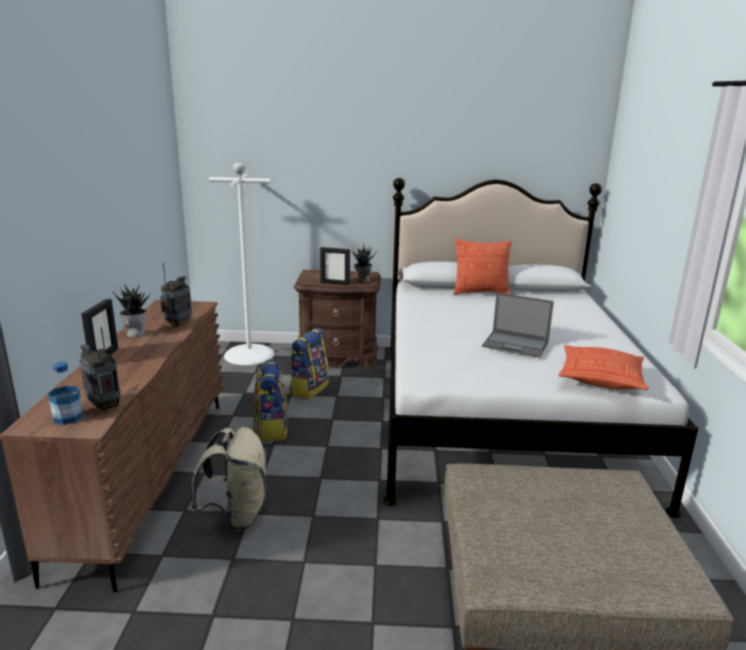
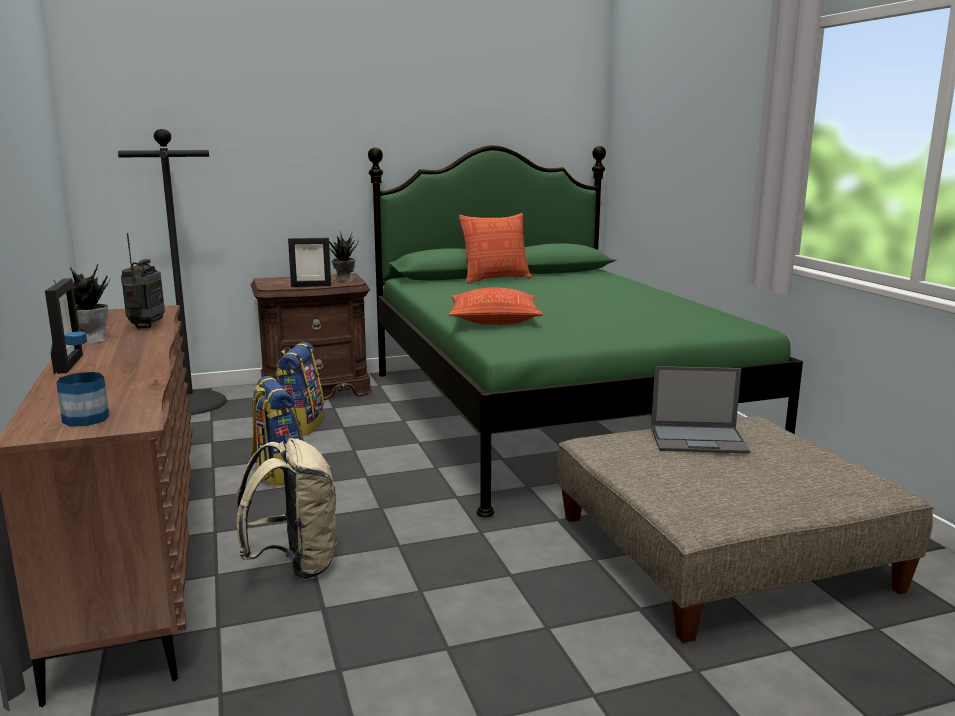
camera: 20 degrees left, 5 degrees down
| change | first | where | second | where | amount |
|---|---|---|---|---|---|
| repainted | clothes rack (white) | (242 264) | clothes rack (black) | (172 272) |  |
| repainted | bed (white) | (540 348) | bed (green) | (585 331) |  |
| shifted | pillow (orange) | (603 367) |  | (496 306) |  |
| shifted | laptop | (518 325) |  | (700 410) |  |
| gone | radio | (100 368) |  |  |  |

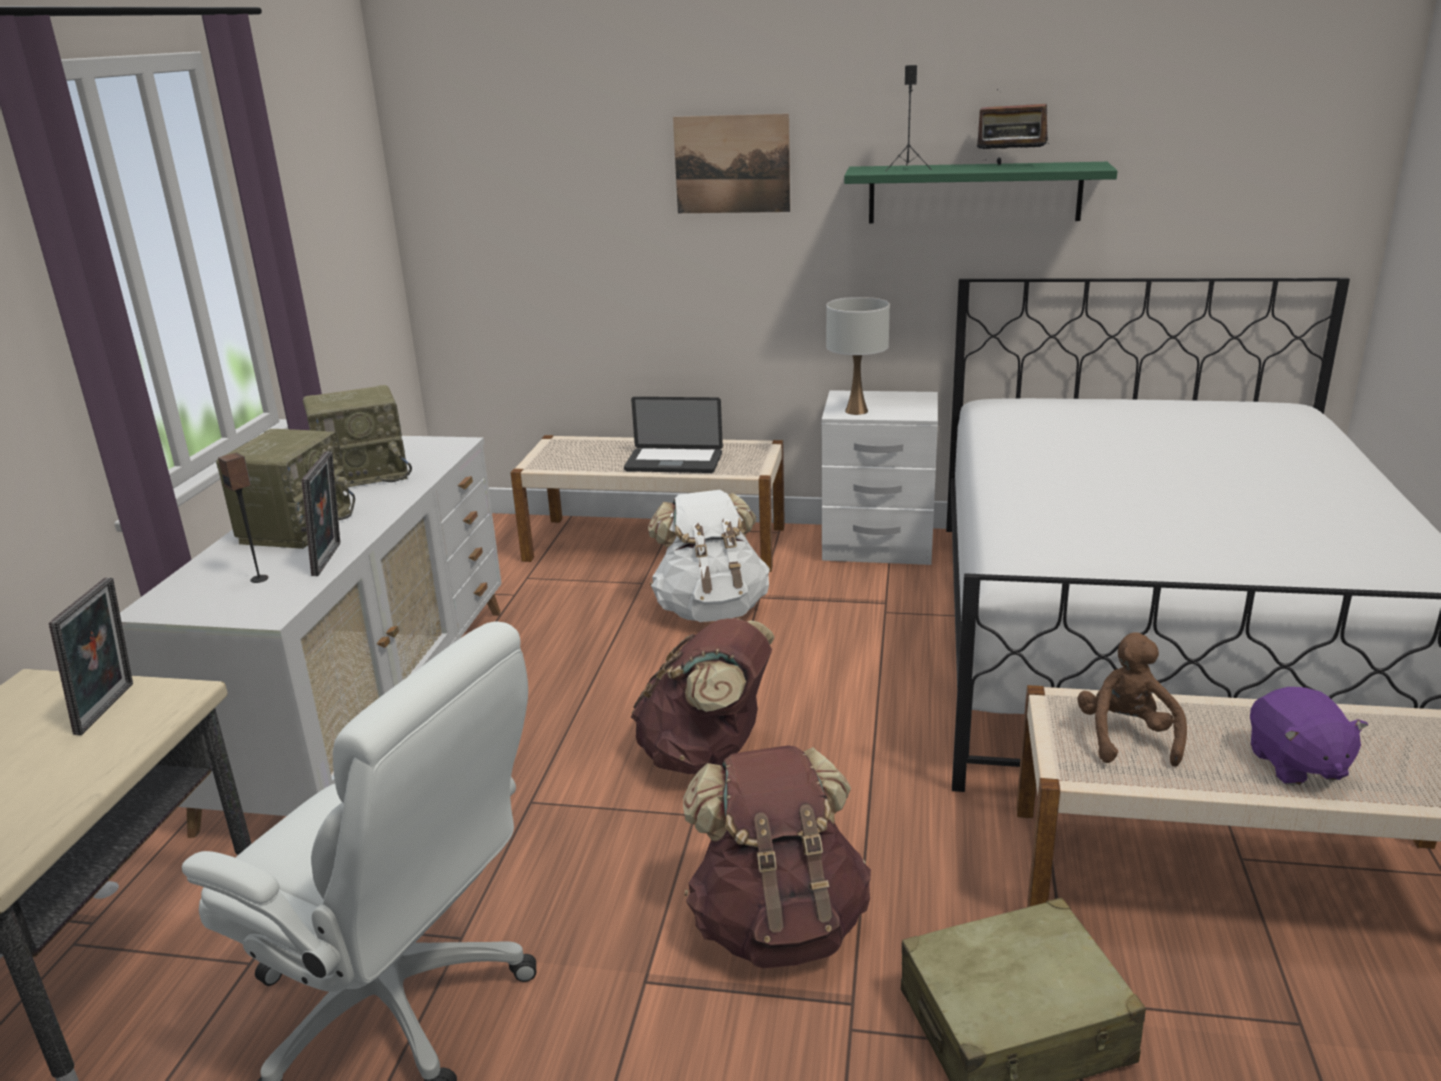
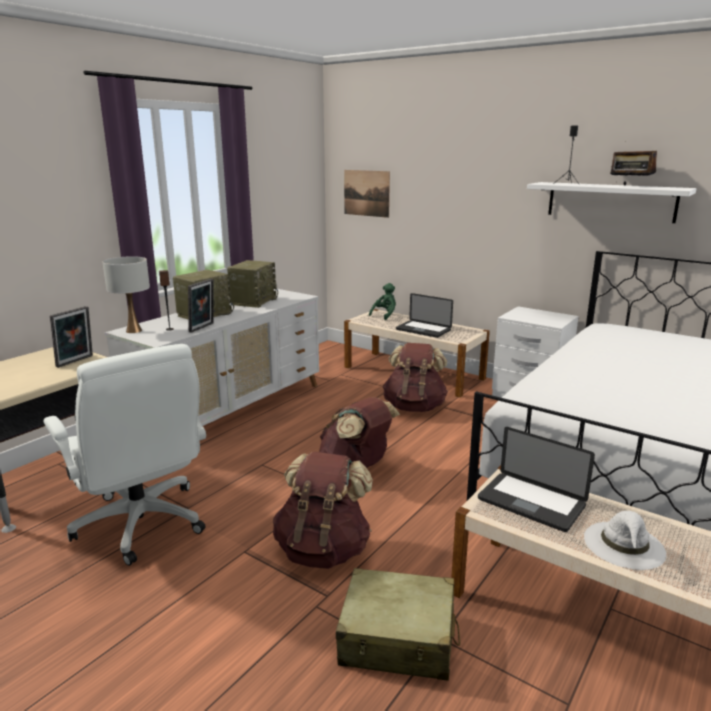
camera: 25 degrees right, 5 degrees down
| change | first | where | second | where | amount |
|---|---|---|---|---|---|
| shifted | table lamp (white) | (858 356) |  | (126 294) |  |
| rotated | radio | (357 436) |  | (252 284) | 75 degrees counterclockwise |
| shifted | picture | (731 163) |  | (367 194) |  |
| new |  |  | plush toy (green) | (382 301) |  |
| repainted | backpack (white) | (709 556) | backpack (brown) | (415 377) |  |
| swapped | plush toy (brown) | (1132 699) | laptop | (536 479) |  |
| repainted | shelf (green) | (980 192) | shelf (white) | (612 202) |  |
| swapped | plush toy (purple) | (1309 736) | hat (white) | (625 540) |  |

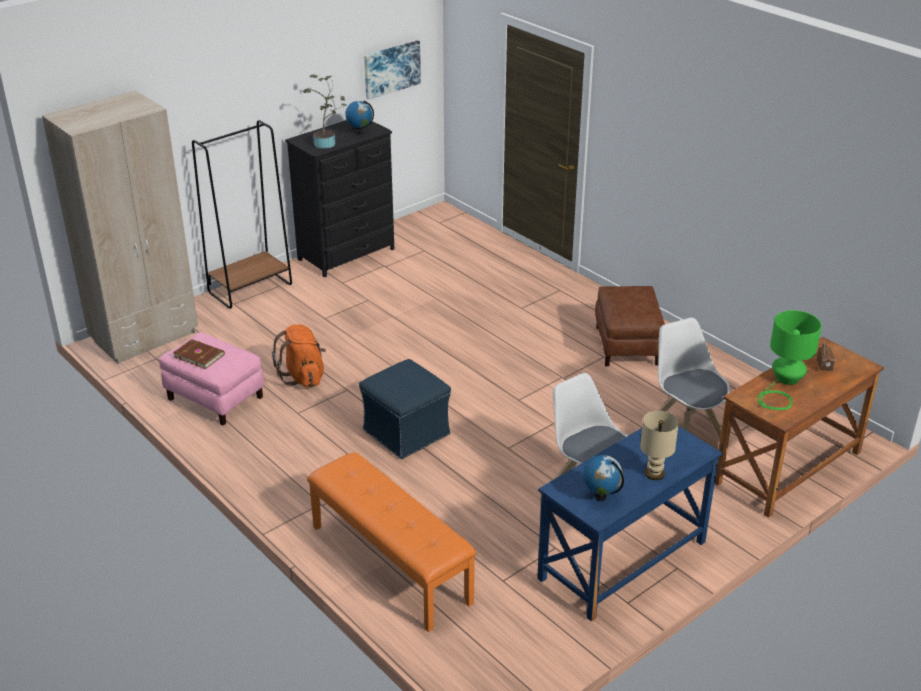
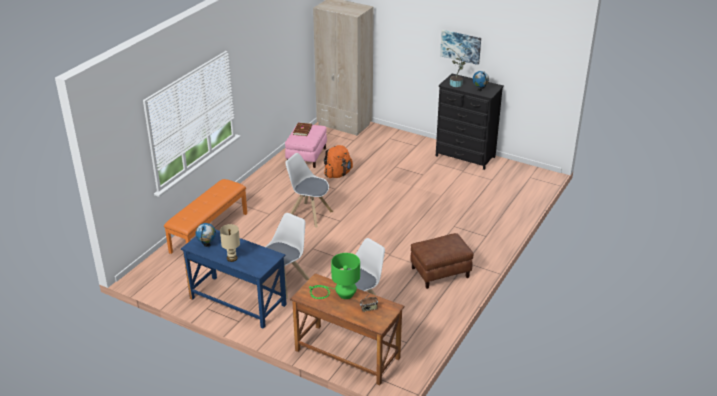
camera: 70 degrees right, 0 degrees up
| change | first | where | second | where | amount |
|---|---|---|---|---|---|
| swapped | ottoman (blue) | (405 409) | chair | (309 190) |  |
| shifted | picture | (392 70) |  | (460 47) |  |
| gone | clothes rack | (242 214) |  |  |  |

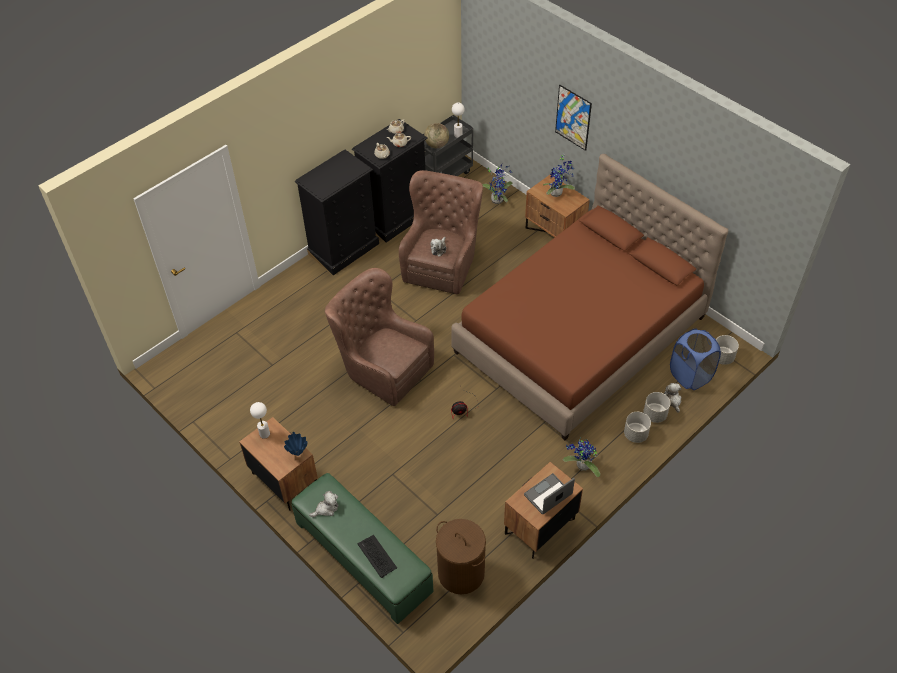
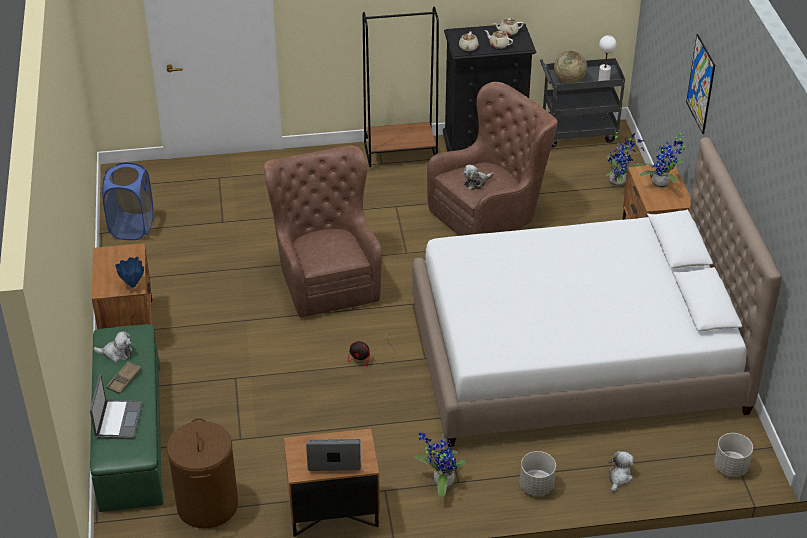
camera: 35 degrees right, 10 degrees down
| change | first | where | second | where | amount |
|---|---|---|---|---|---|
| swapped | keyboard | (377 556) | laptop | (116 407) |  |
| shifted | laundry basket (blue) | (695 359) |  | (127 201) |  |
| new |  |  | tray (brown) | (124 377) |  |
| swapped | dresser (black) | (337 212) | clothes rack | (401 87) |  |
| repainted | bed (brown) | (589 297) | bed (white) | (597 292) |  |
| gone | table lamp (white) | (260 420) |  |  |  |
| gone | planter (grey) | (656 407) |  |  |  |

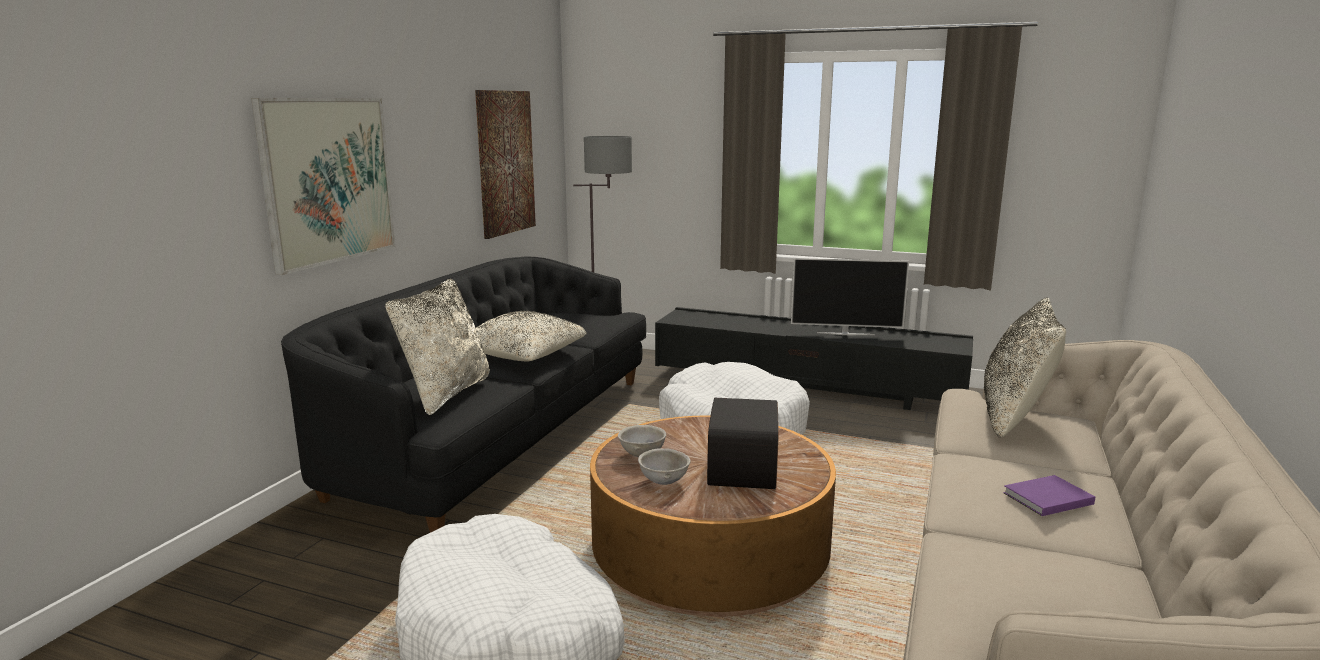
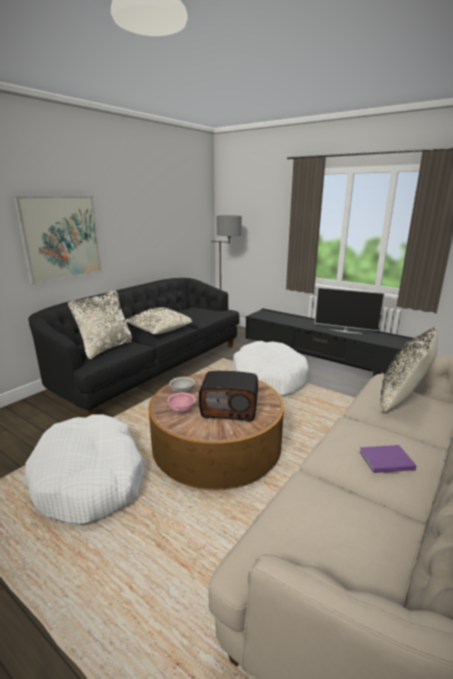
camera: 15 degrees right, 5 degrees up
| change | first | where | second | where | amount |
|---|---|---|---|---|---|
| repainted | bowl (grey) | (664 466) | bowl (pink) | (181 402) |  |
| rotated | radio | (743 443) |  | (228 396) | 105 degrees counterclockwise |
| gone | picture | (505 164) |  |  |  |

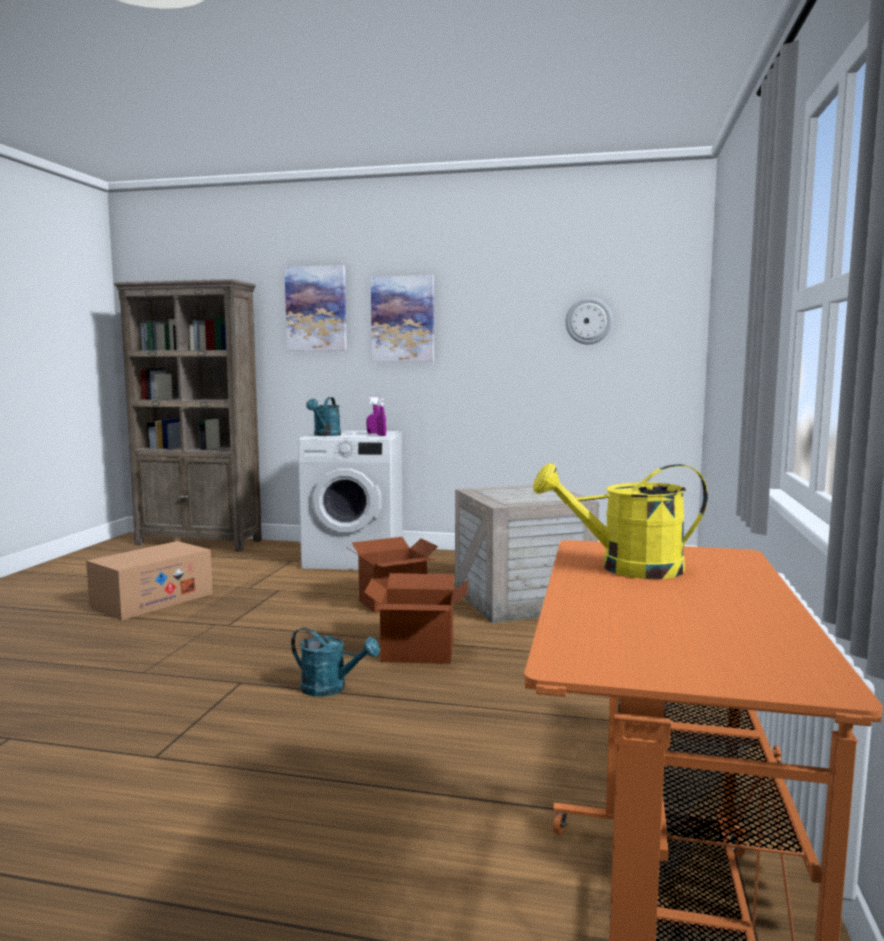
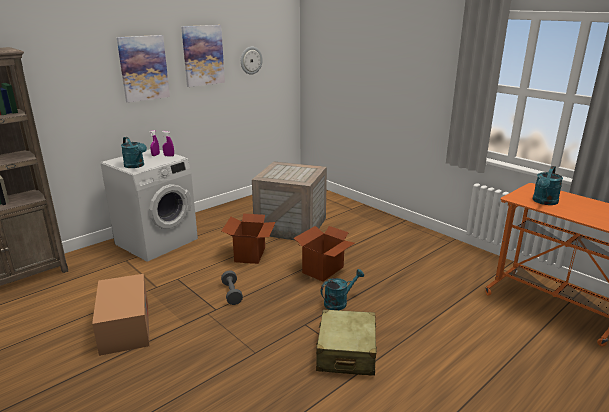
camera: 55 degrees left, 15 degrees up
| change | first | where | second | where | amount |
|---|---|---|---|---|---|
| shifted | picture | (316 307) |  | (203 56) |  |
| new |  |  | dumbbell (grey) | (232 288) |  |
| new |  |  | suitcase (beige) | (346 342) |  |
| repainted | watering can (yellow) | (620 521) | watering can (turquoise) | (548 185) |  |

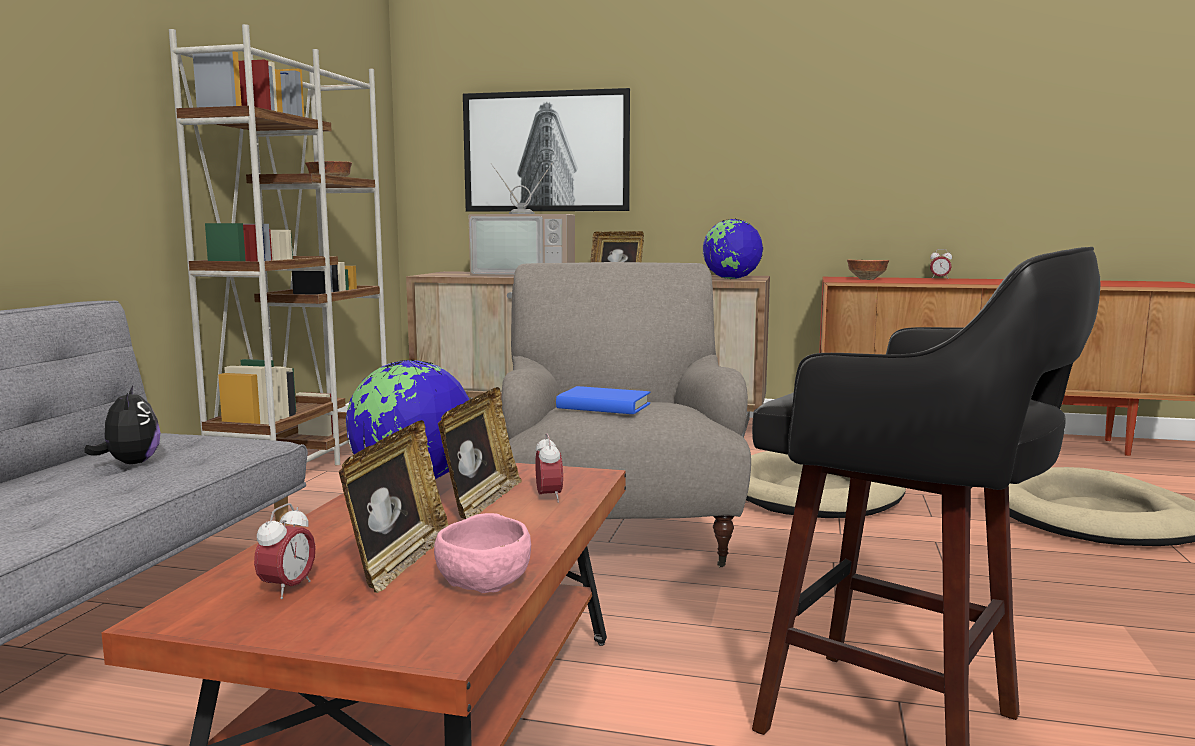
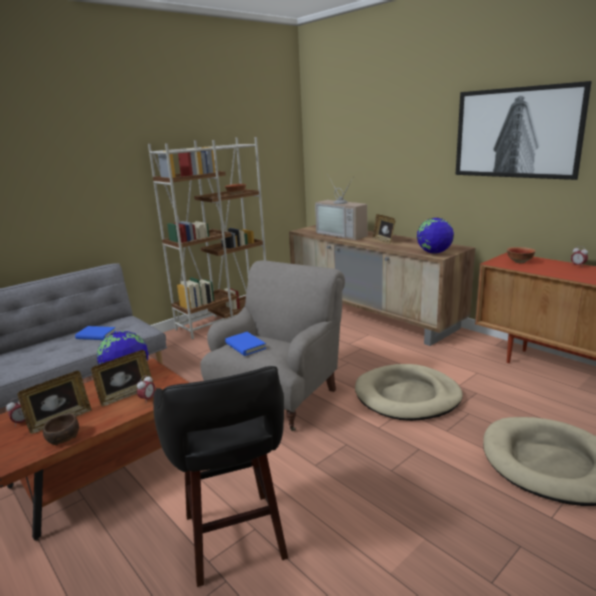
camera: 35 degrees right, 10 degrees up
| change | first | where | second | where | amount |
|---|---|---|---|---|---|
| repainted | bowl (pink) | (482 553) | bowl (brown) | (61 429) |  |
| swapped | plush toy | (122 425) | book (blue) | (95 333) |  |
| shifted | picture | (546 149) |  | (524 130) |  |

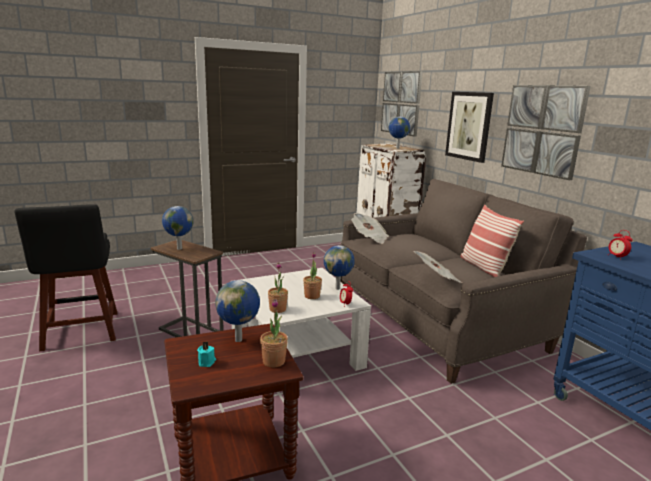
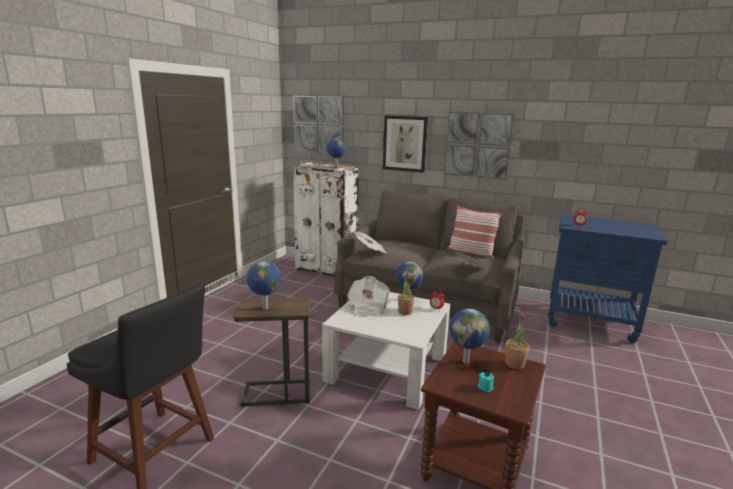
camera: 40 degrees left, 0 degrees up
| change | first | where | second | where | amount |
|---|---|---|---|---|---|
| new |  |  | newspaper | (368 297) |  |
| gone | potted plant | (278 288) |  |  |  |

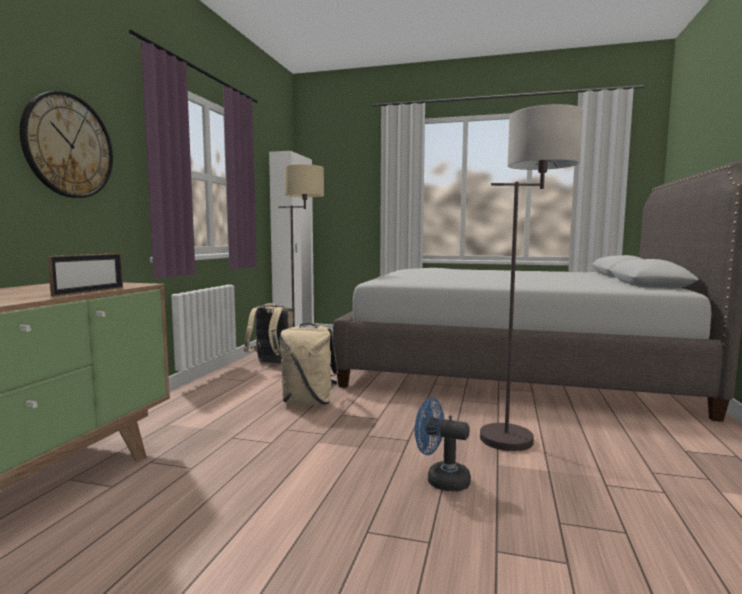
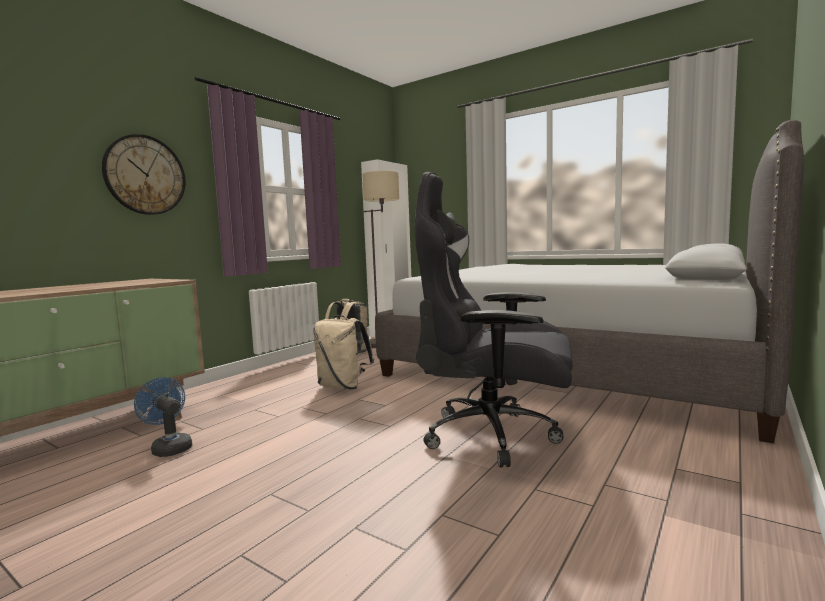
camera: 20 degrees right, 0 degrees up
| change | first | where | second | where | amount |
|---|---|---|---|---|---|
| shifted | fan (blue) | (443 445) |  | (163 417) |  |
| swapped | floor lamp (grey) | (531 277) | office chair (black) | (493 319) |  |
| gone | picture frame | (85 275) |  |  |  |

